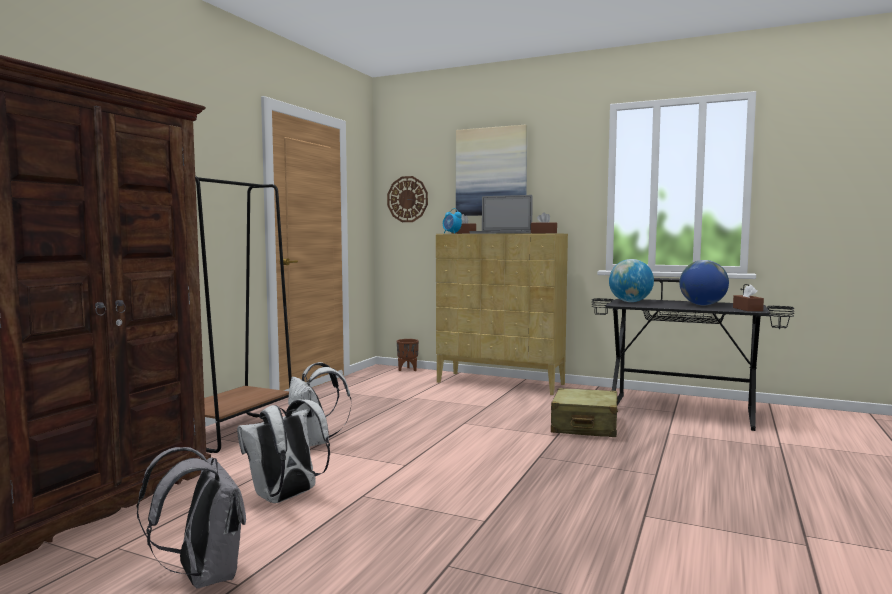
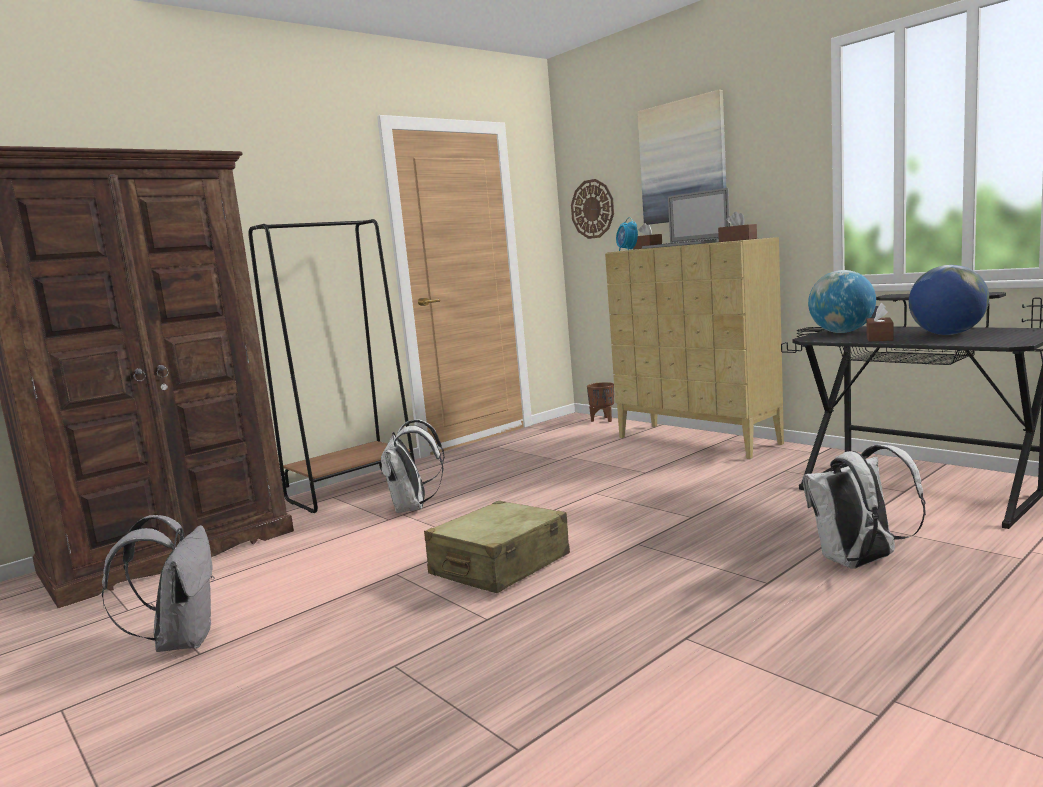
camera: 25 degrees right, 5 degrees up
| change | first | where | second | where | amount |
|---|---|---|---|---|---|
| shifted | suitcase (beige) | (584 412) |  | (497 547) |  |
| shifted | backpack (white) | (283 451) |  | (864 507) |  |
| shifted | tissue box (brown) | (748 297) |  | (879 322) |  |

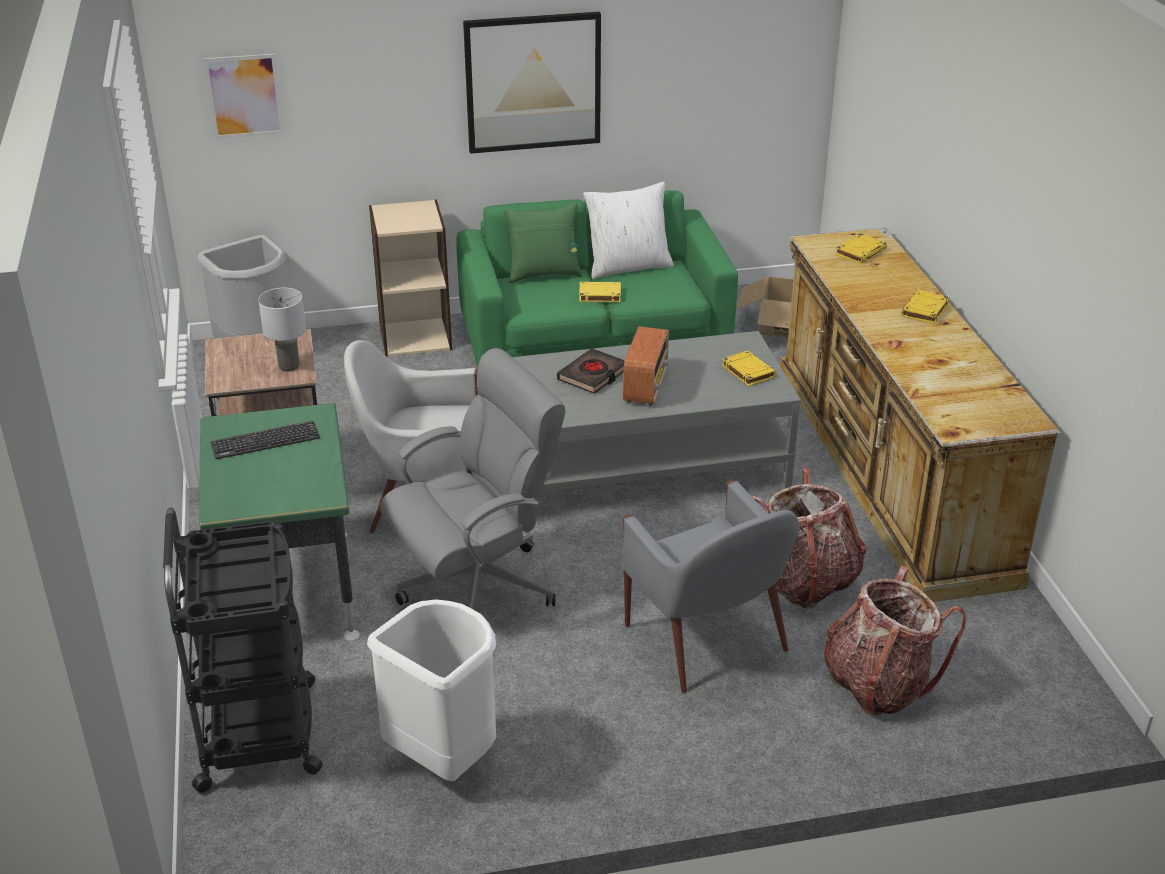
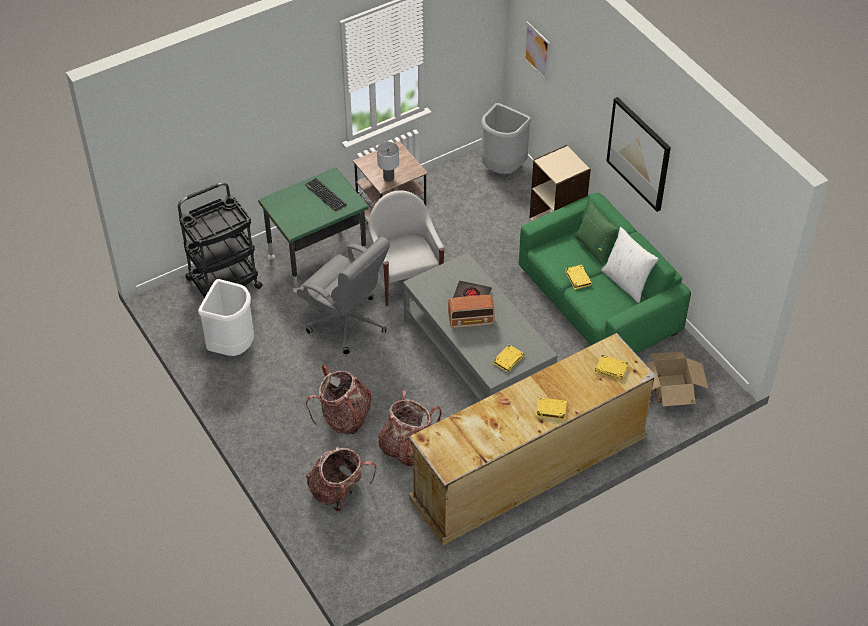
camera: 70 degrees right, 15 degrees up
| change | first | where | second | where | amount |
|---|---|---|---|---|---|
| swapped | armchair (grey) | (711 586) | backpack | (339 400) |  |

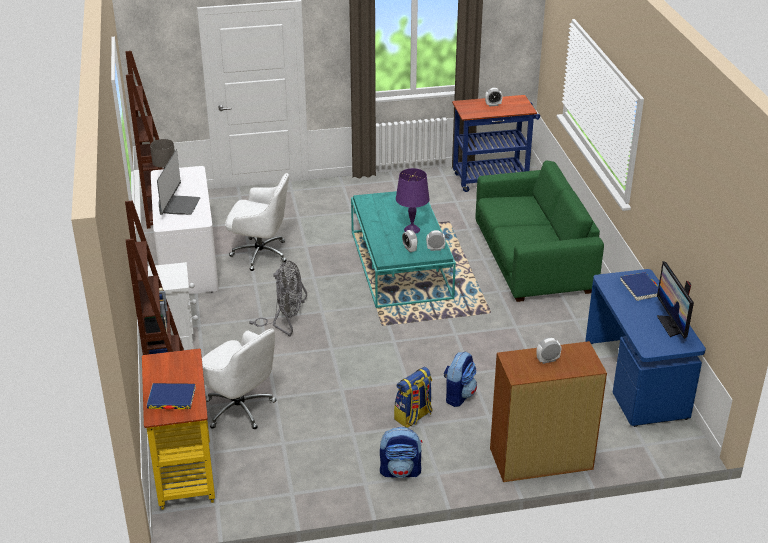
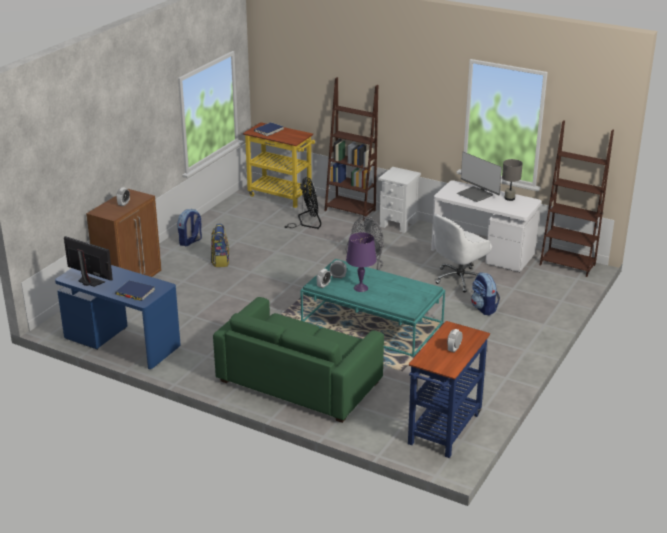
camera: 130 degrees right, 5 degrees down
| change | first | where | second | where | amount |
|---|---|---|---|---|---|
| swapped | office chair (white) | (239 378) | fan (black) | (302 203) |  |
| shifted | backpack | (460 379) |  | (485 293) |  |

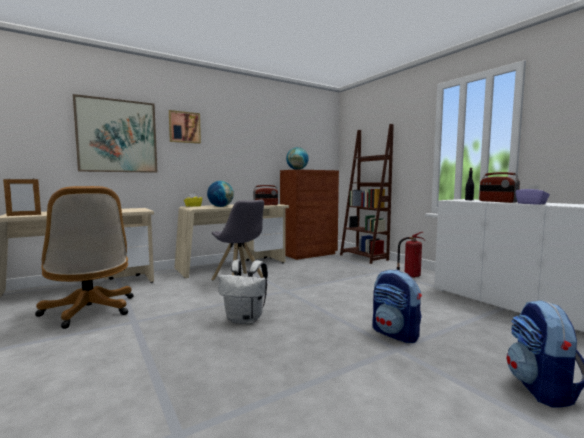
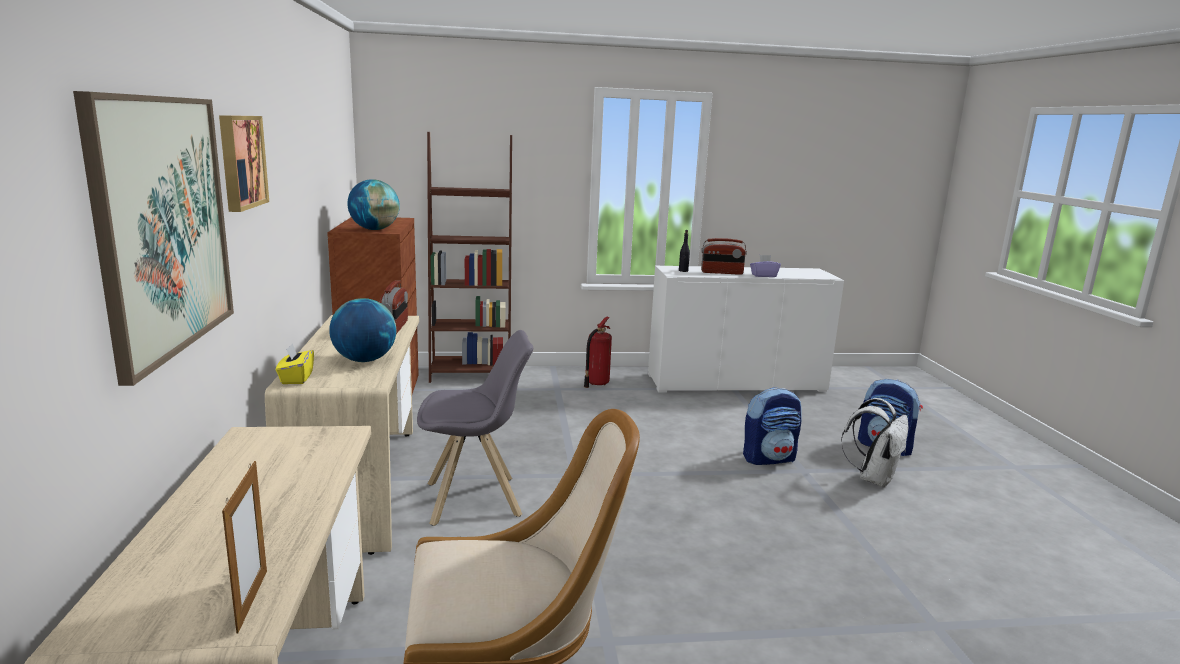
camera: 65 degrees left, 10 degrees up
| change | first | where | second | where | amount |
|---|---|---|---|---|---|
| shifted | backpack (white) | (243 292) |  | (875 442) |  |

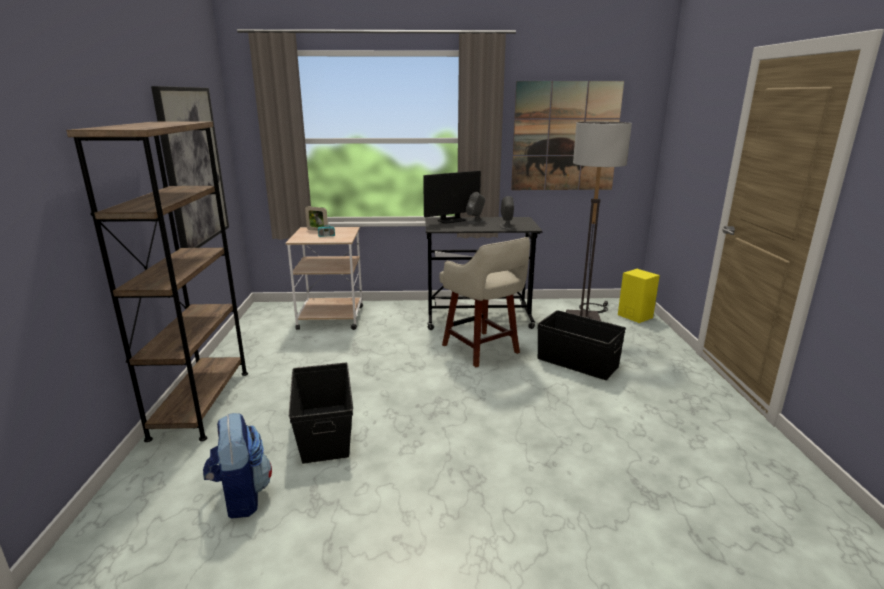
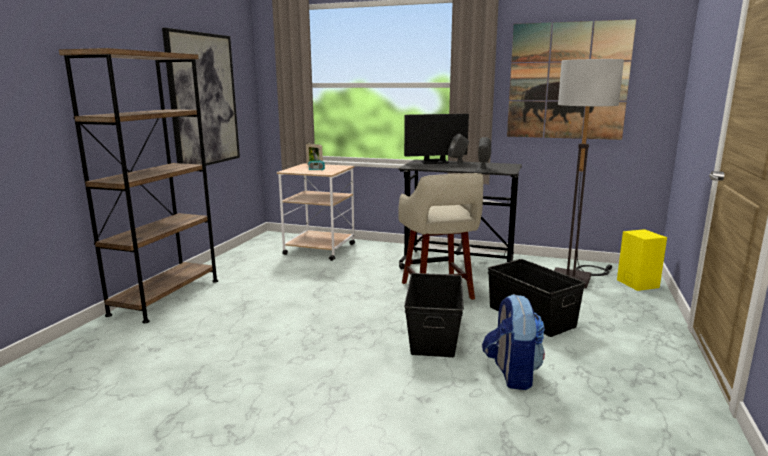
camera: 20 degrees right, 5 degrees down
| change | first | where | second | where | amount |
|---|---|---|---|---|---|
| shifted | storage box (black) | (321 413) |  | (434 315) |  |
| shifted | backpack | (237 465) |  | (513 342) |  |

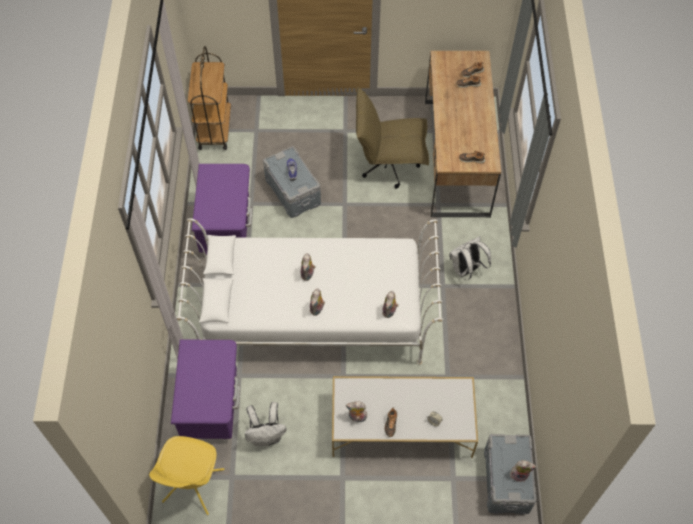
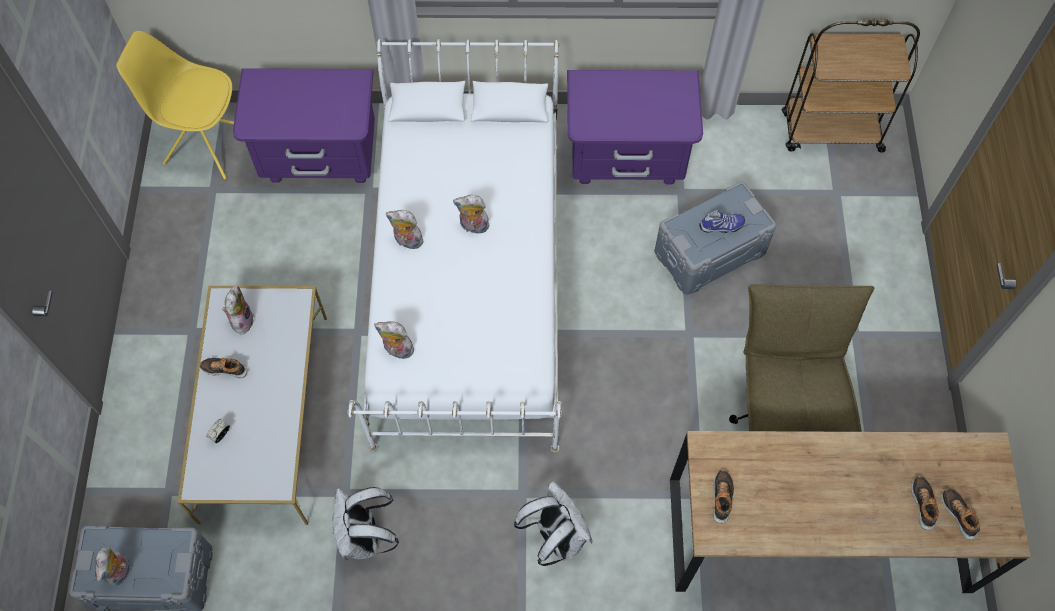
camera: 90 degrees right, 5 degrees up
| change | first | where | second | where | amount |
|---|---|---|---|---|---|
| shifted | backpack (white) | (266 424) |  | (366 524) |  |

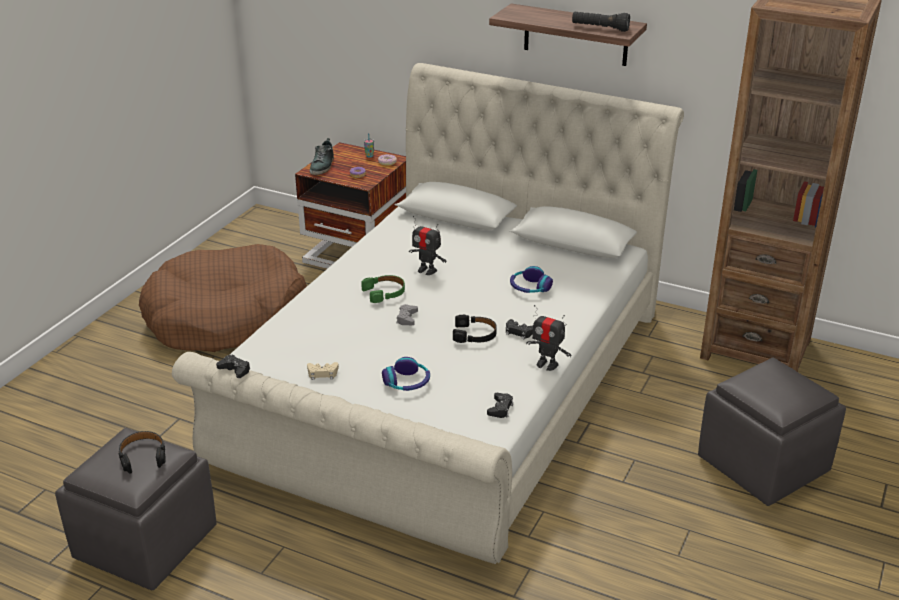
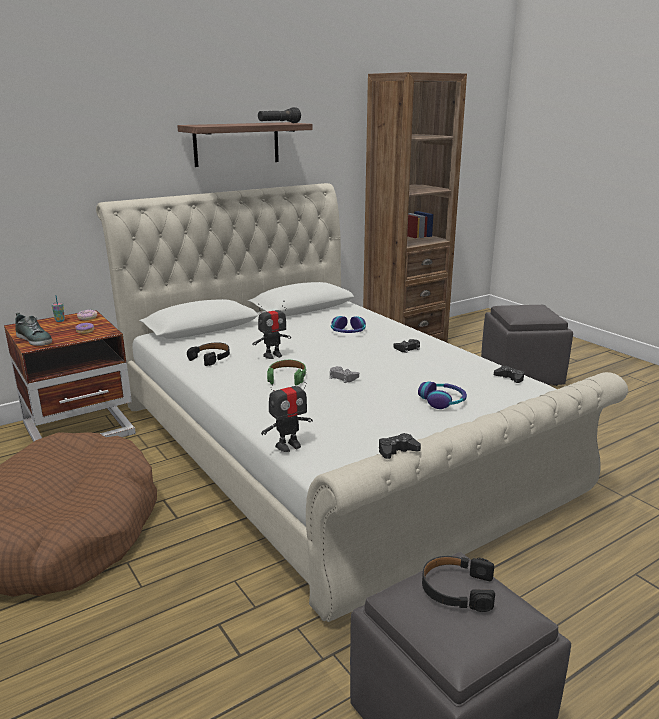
camera: 60 degrees left, 10 degrees down
| change | first | where | second | where | amount |
|---|---|---|---|---|---|
| shifted | headphones (black) | (475 329) |  | (208 354) |  |
| shifted | toy robot | (548 338) |  | (287 413) |  |
| gone | game controller (beige) | (323 371) |  |  |  |

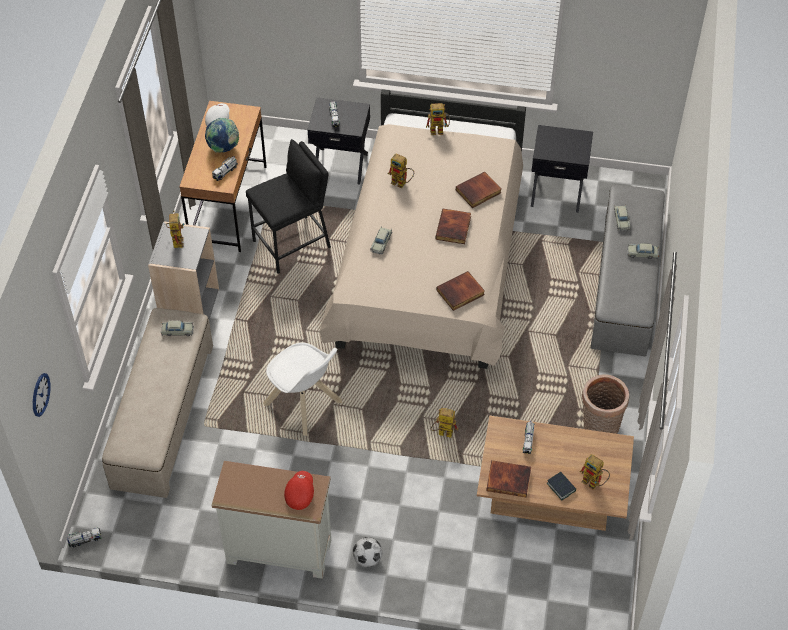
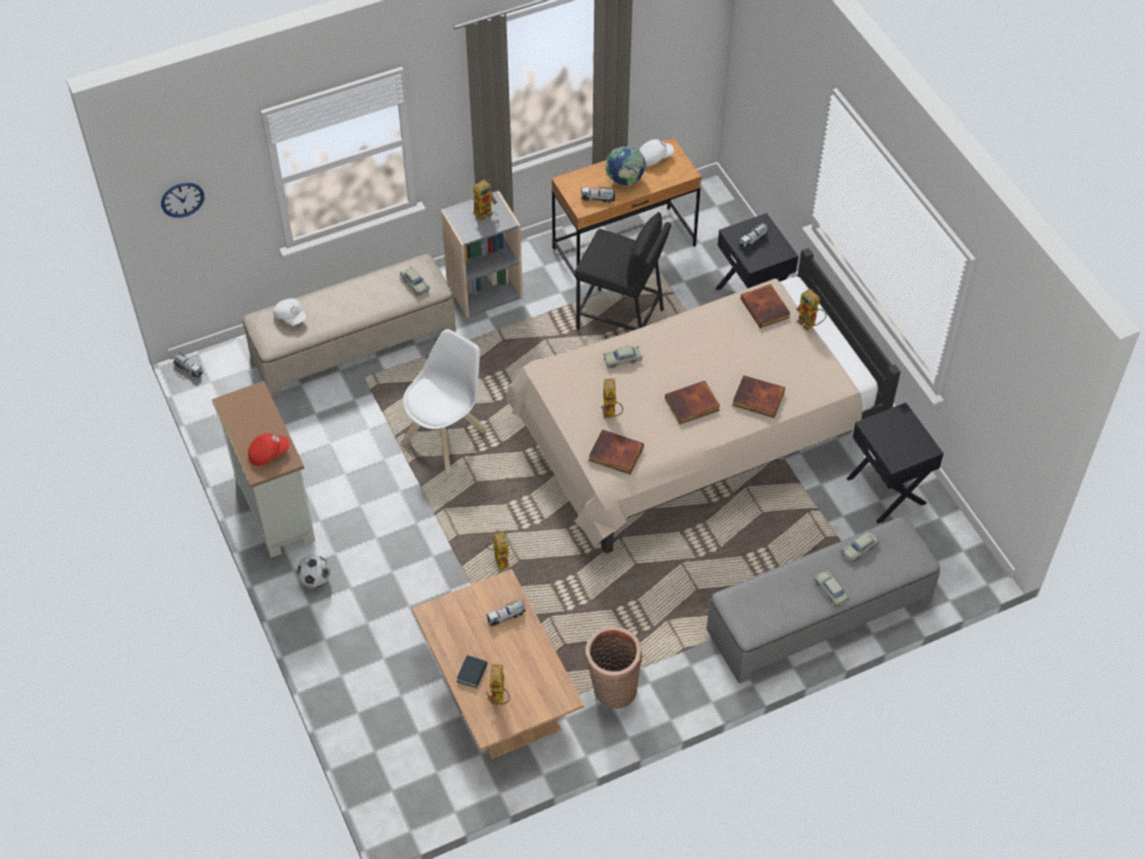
camera: 55 degrees right, 0 degrees up
| change | first | where | second | where | amount |
|---|---|---|---|---|---|
| new |  |  | cap (white) | (289 311) |  |
| rotated | chair (white) | (302 389) |  | (444 401) | 150 degrees counterclockwise |
| shifted | toy robot | (401 171) |  | (612 398) |  |
| shifted | book | (508 478) |  | (765 306) |  |

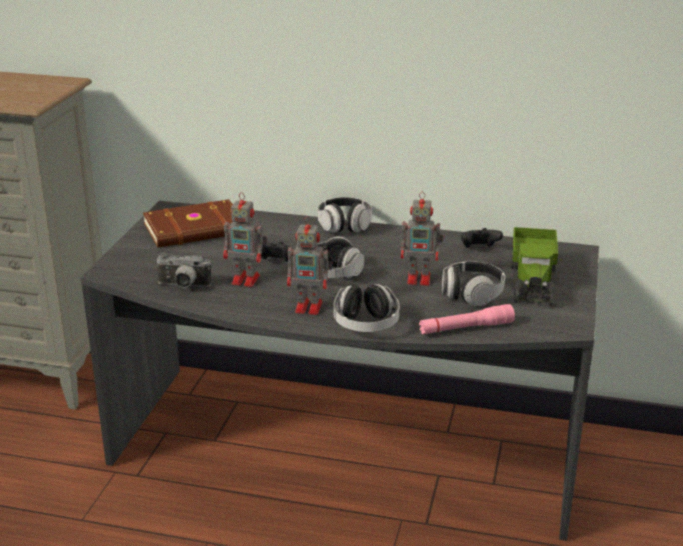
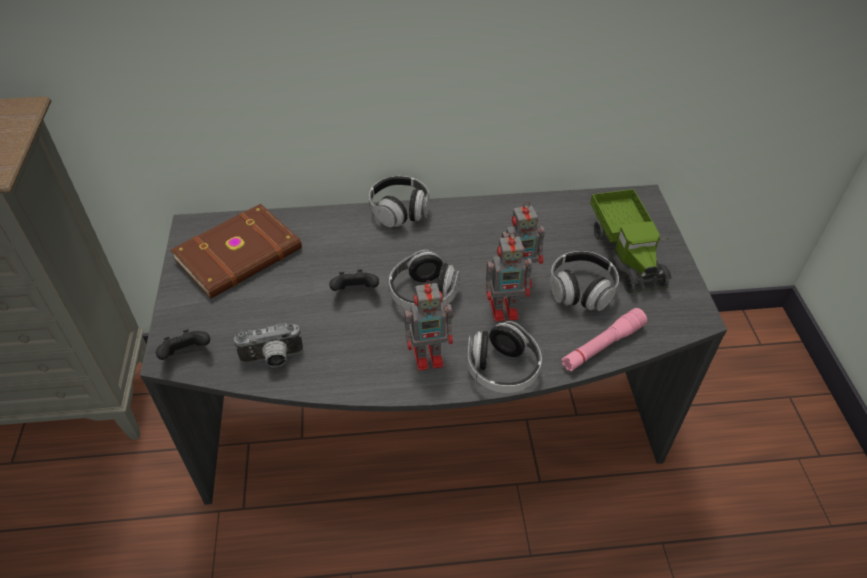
camera: 20 degrees left, 20 degrees up
| change | first | where | second | where | amount |
|---|---|---|---|---|---|
| shifted | game controller (black) | (482 238) |  | (183 344) |  |
| shifted | toy robot | (245 239) |  | (509 277) |  |

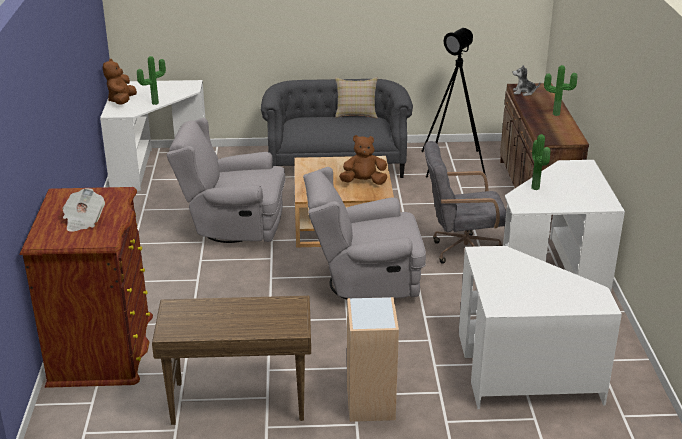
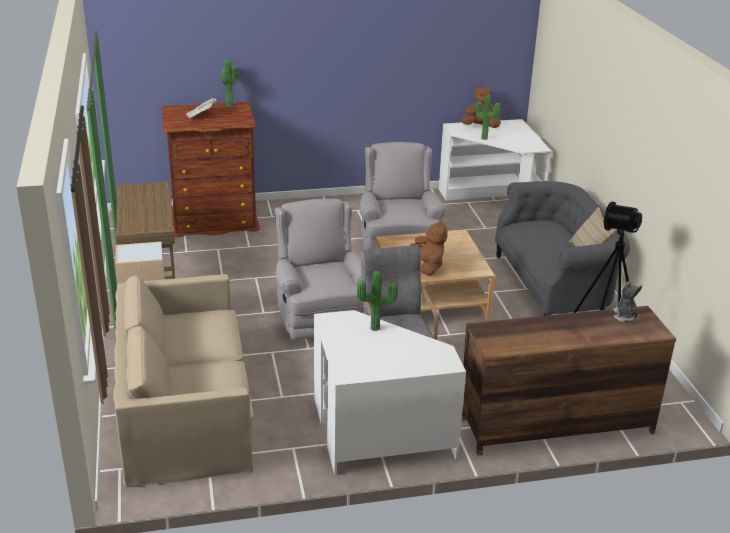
camera: 80 degrees right, 0 degrees up
| change | first | where | second | where | amount |
|---|---|---|---|---|---|
| swapped | desk (white) | (540 327) | sofa (beige) | (183 380) |  |
| shifted | potted plant | (560 90) |  | (229 83) |  |

